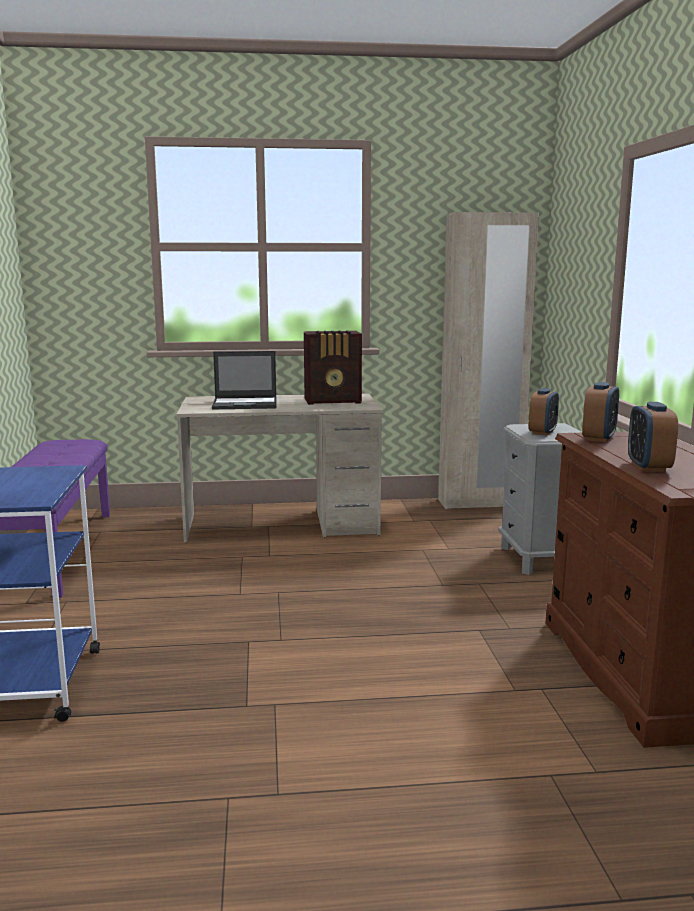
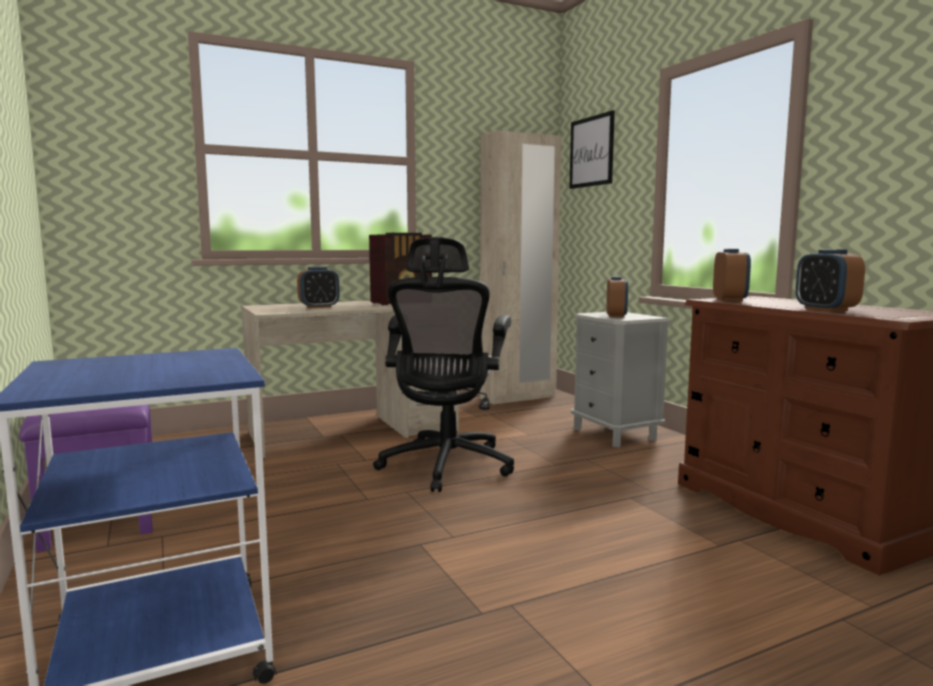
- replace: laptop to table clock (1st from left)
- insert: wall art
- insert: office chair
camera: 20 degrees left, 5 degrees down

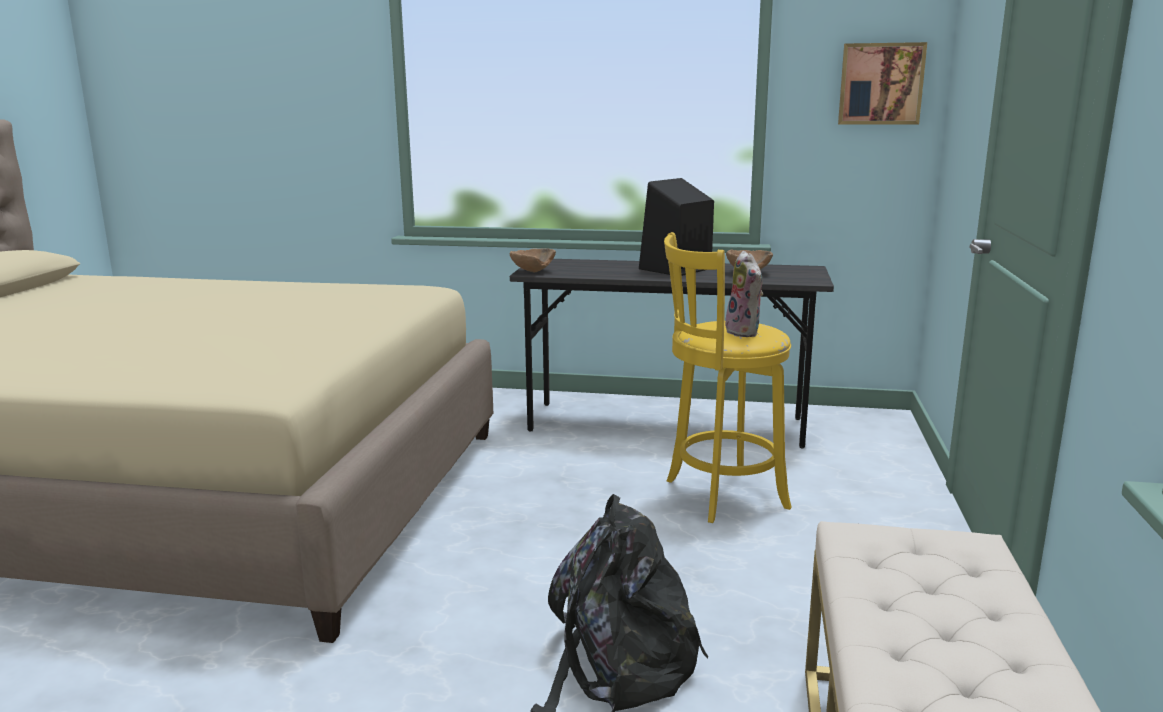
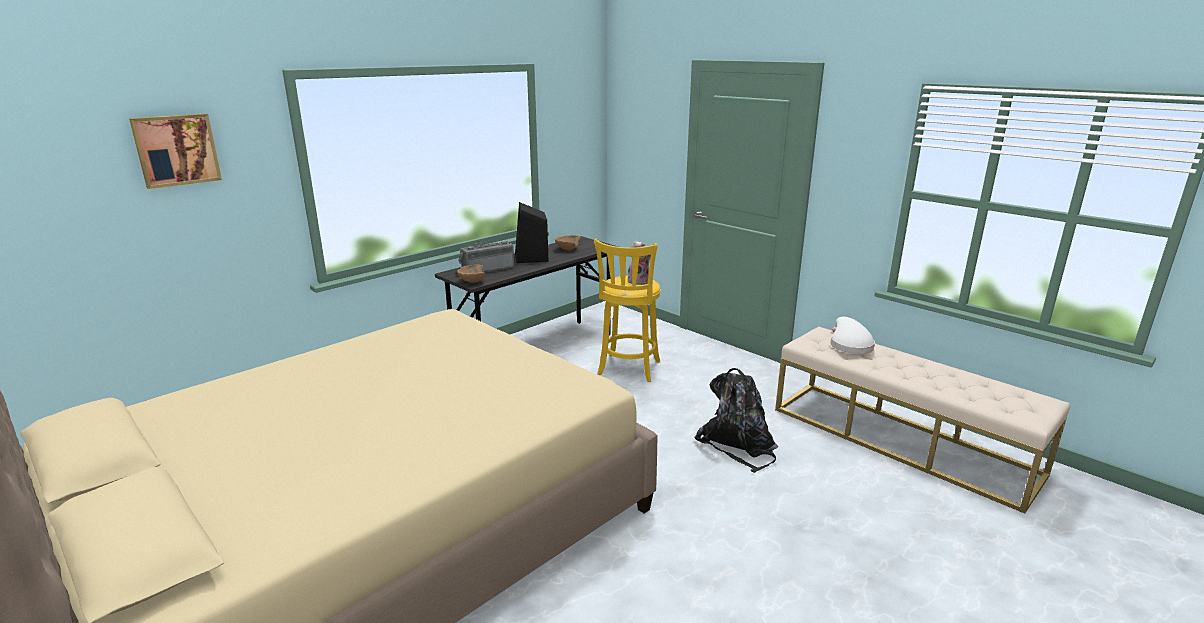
- move: wall art
- insert: radio
- insert: wearable hat (white-coloured)
camera: 55 degrees left, 5 degrees up

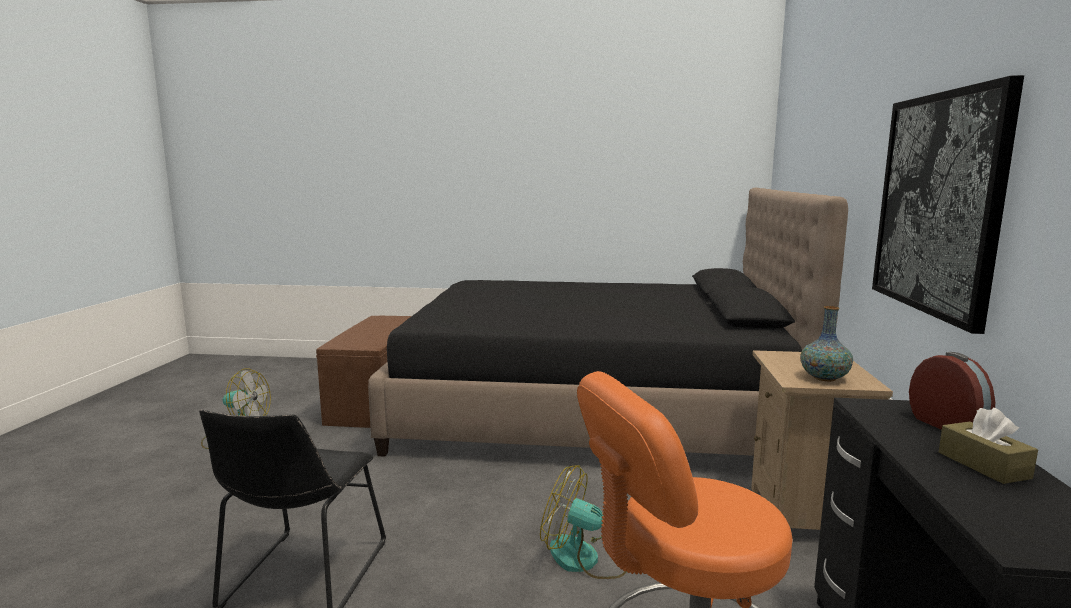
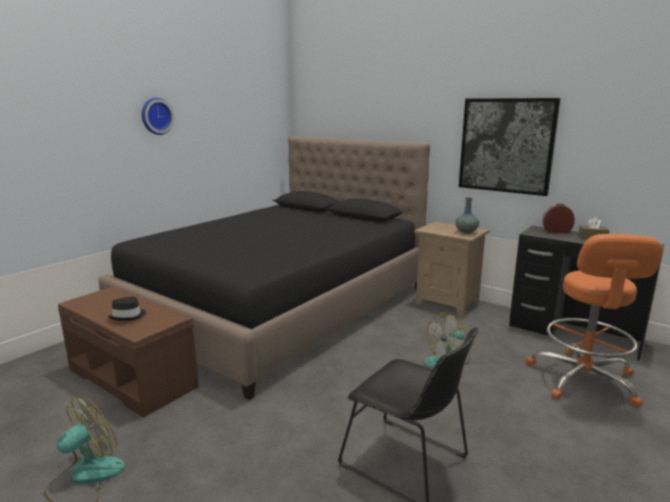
- insert: hanging clock
- insert: wearable hat (blackish)
camera: 60 degrees left, 5 degrees up

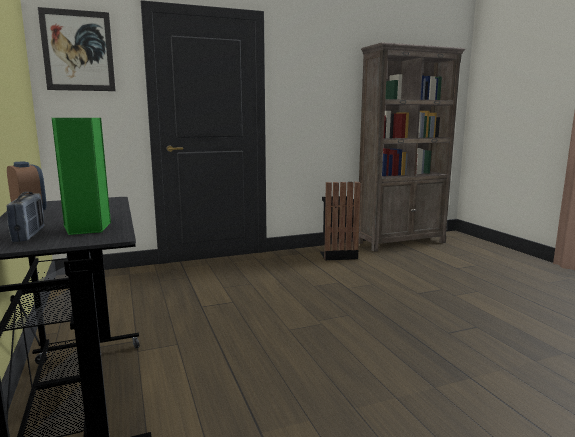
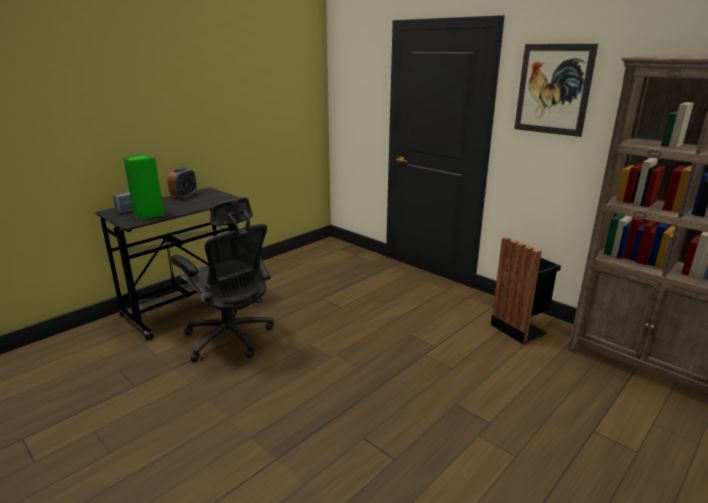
- move: wall art
- insert: office chair
camera: 65 degrees right, 10 degrees up

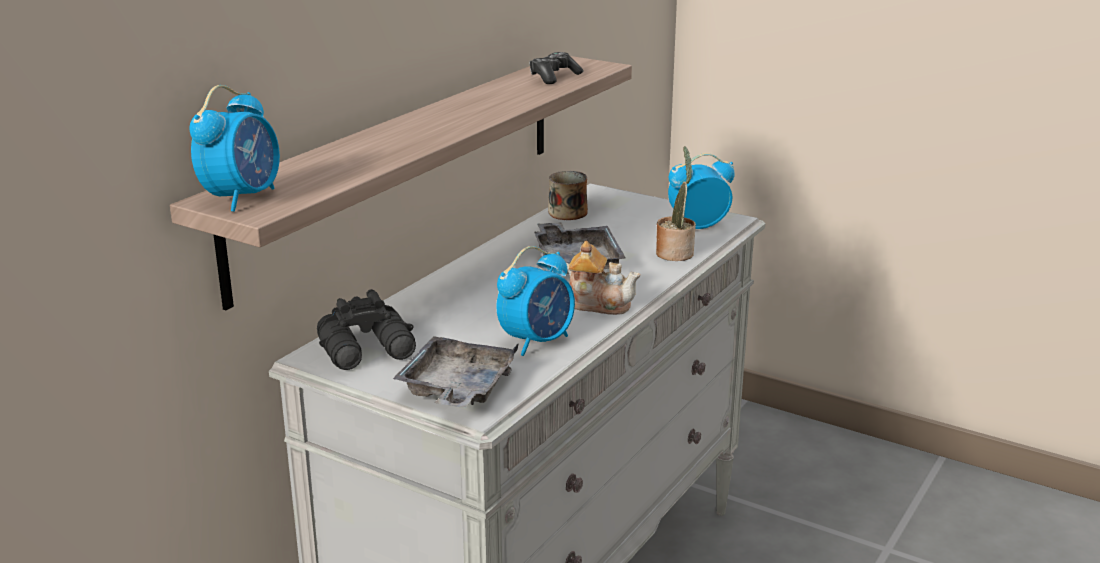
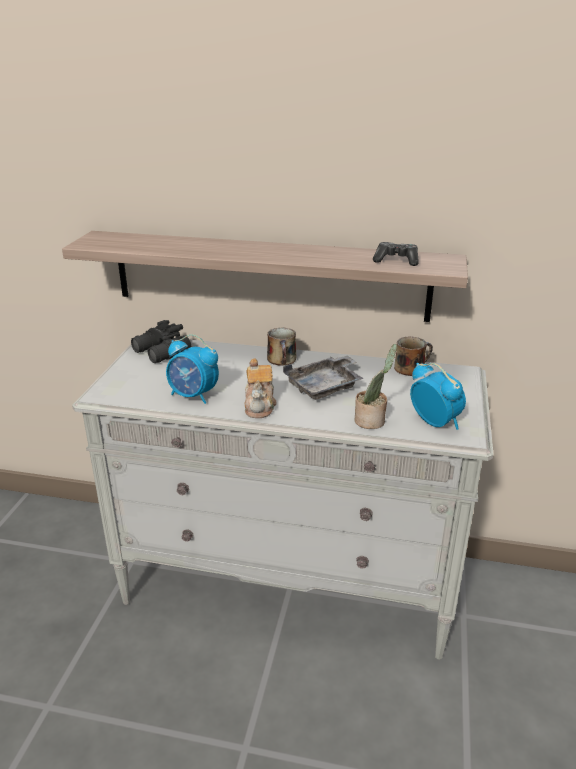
- delete: table clock (1st from left)
- delete: carrying tray (grey) (1st from left)
- insert: tea mug (1st from left)
camera: 70 degrees right, 5 degrees up

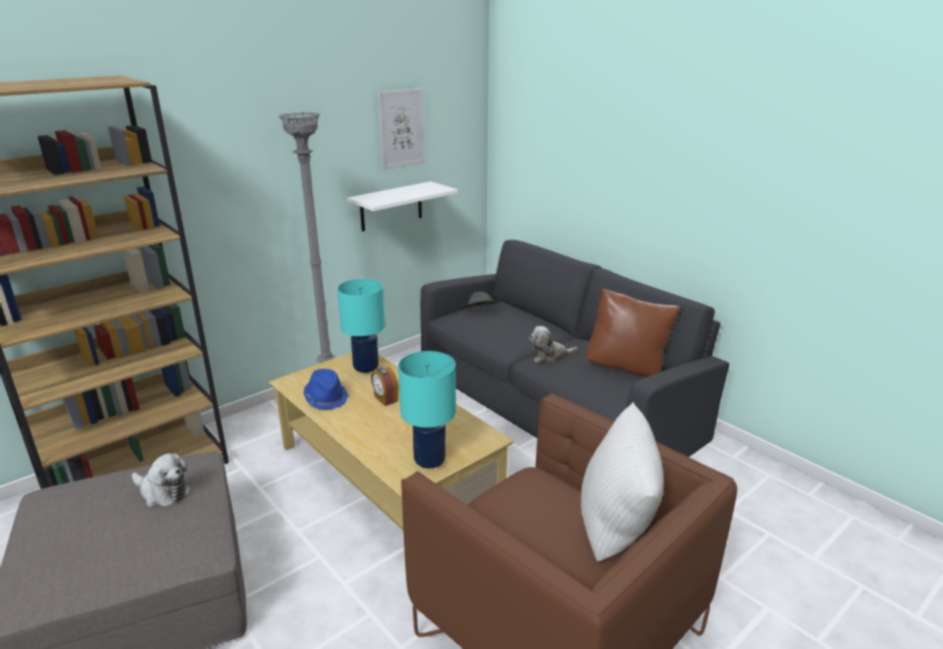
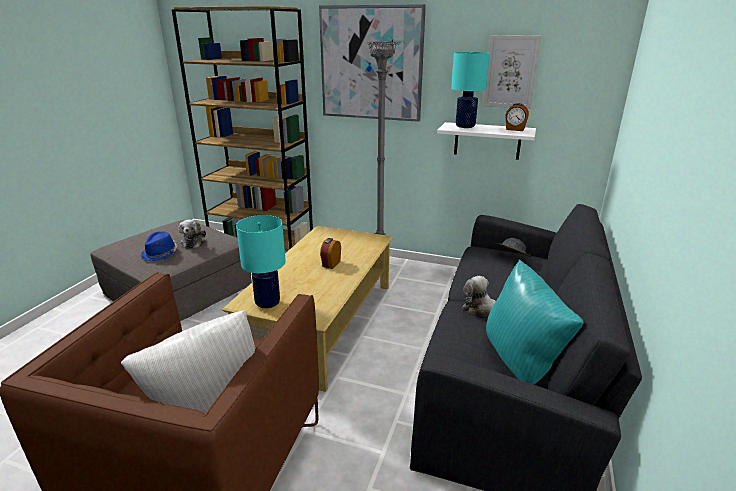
- move: table lamp (blue-green) (1st from left in the first image) to table lamp (blue-green) (2nd from left)
- recolor: throw pillow (brownish) to throw pillow (blue-green)
- move: wearable hat (blue)
- insert: wall art (1st from left)
- insert: table clock (2nd from left)
camera: 60 degrees right, 0 degrees up

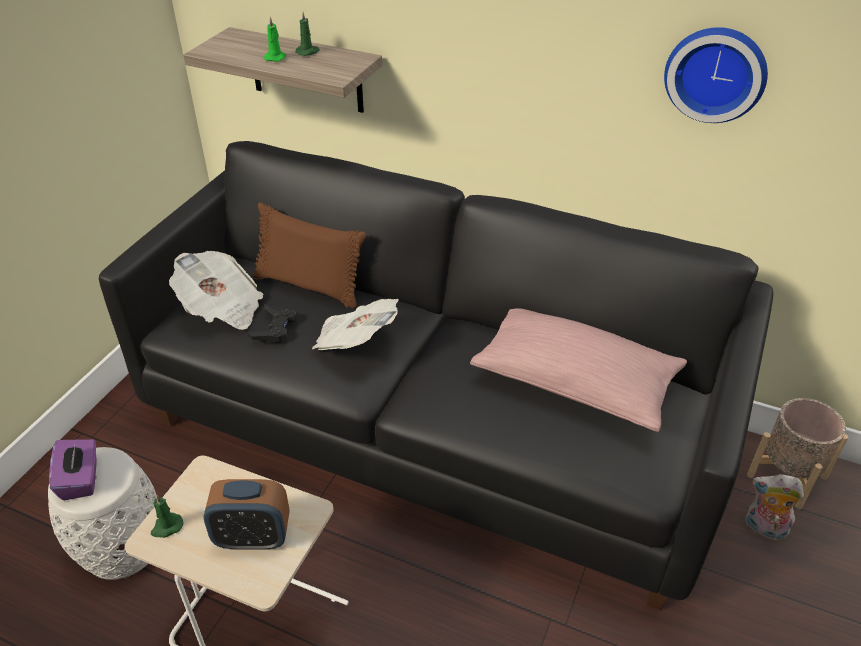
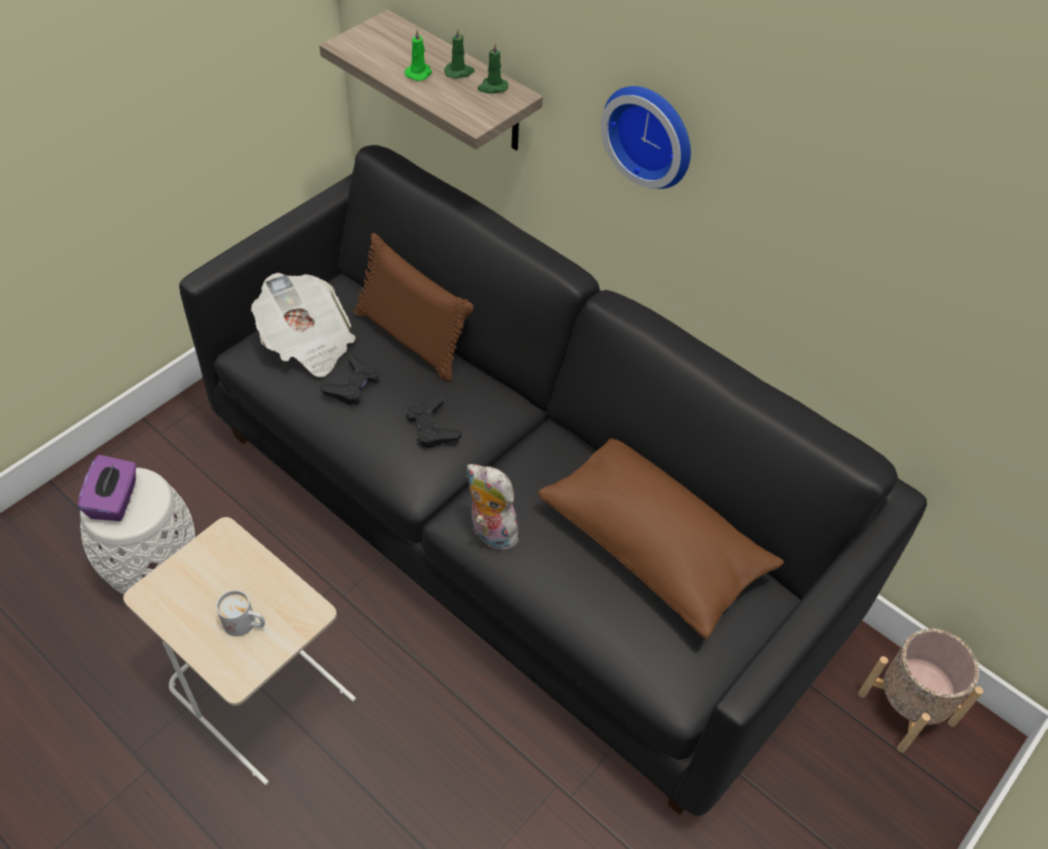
- move: hanging clock
- replace: newspaper (2nd from left) to joypad (blackish) (2nd from left)
- recolor: throw pillow (pink) to throw pillow (brownish) (2nd from left)
- move: soft toy
- replace: table clock to tea mug (white-coloured)
- move: candle (green) (1st from left in the first image) to candle (green) (3rd from left)
camera: 15 degrees right, 10 degrees up

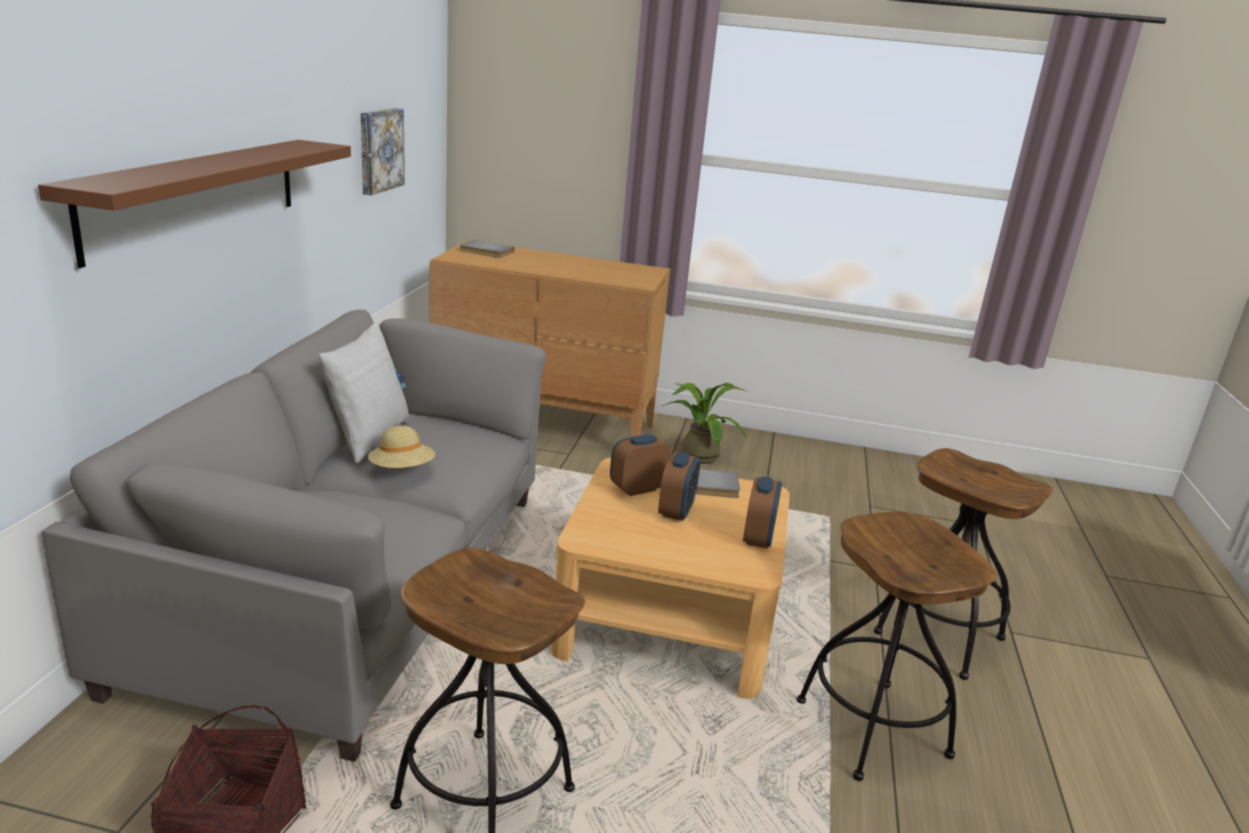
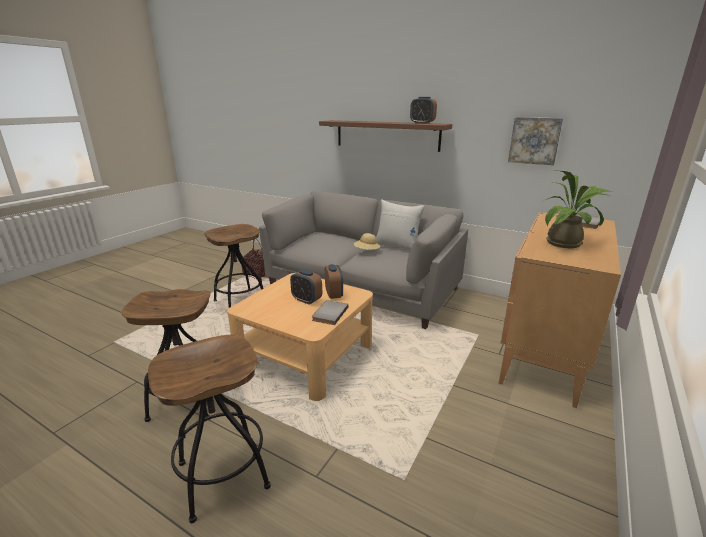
- move: plant in a pot
- move: table clock (3rd from left)
camera: 110 degrees right, 0 degrees up

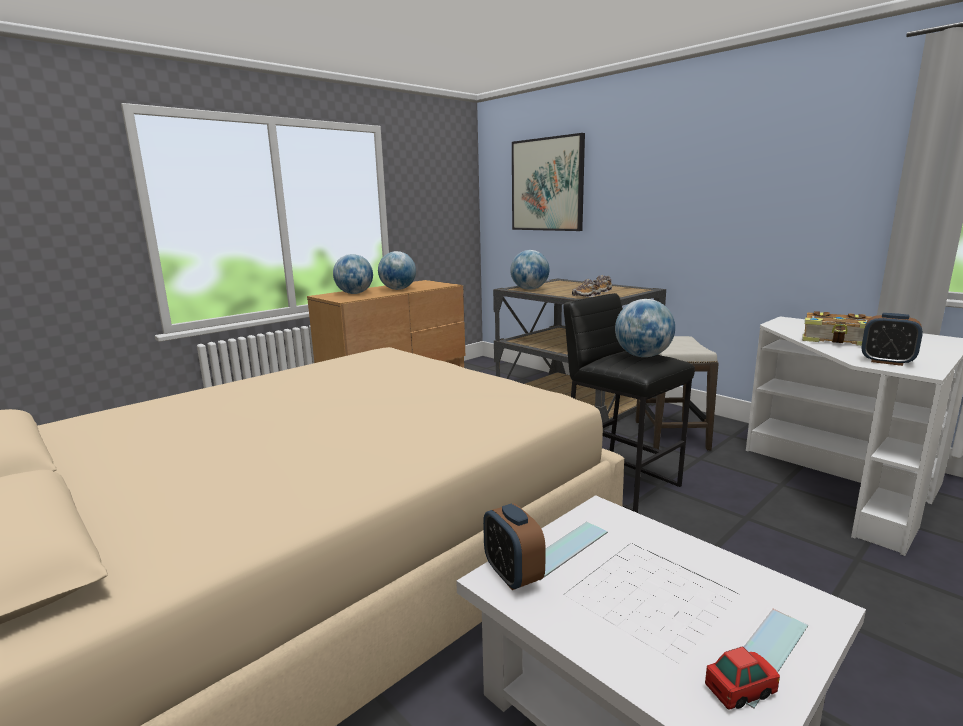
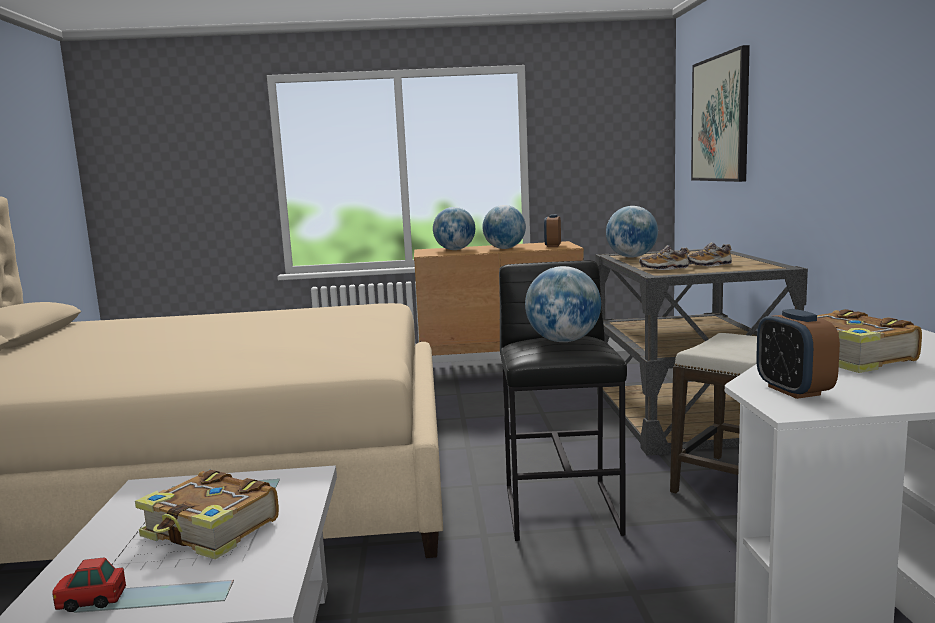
- move: table clock (1st from left)
- rotate: miniature car 150 degrees clockwise
- insert: volume (1st from left)
camera: 40 degrees right, 5 degrees down

